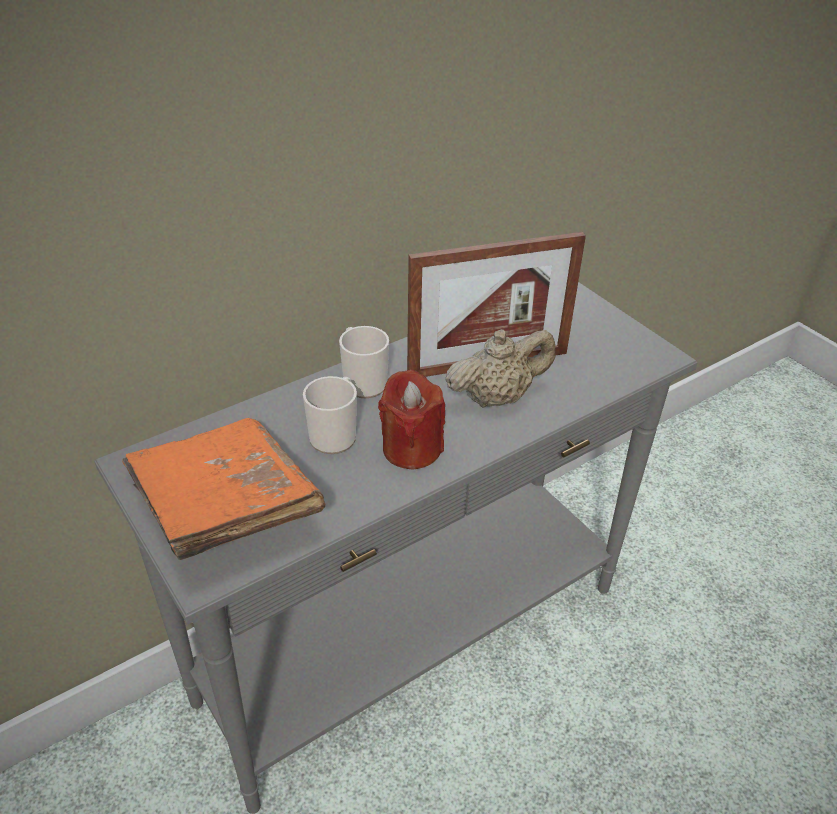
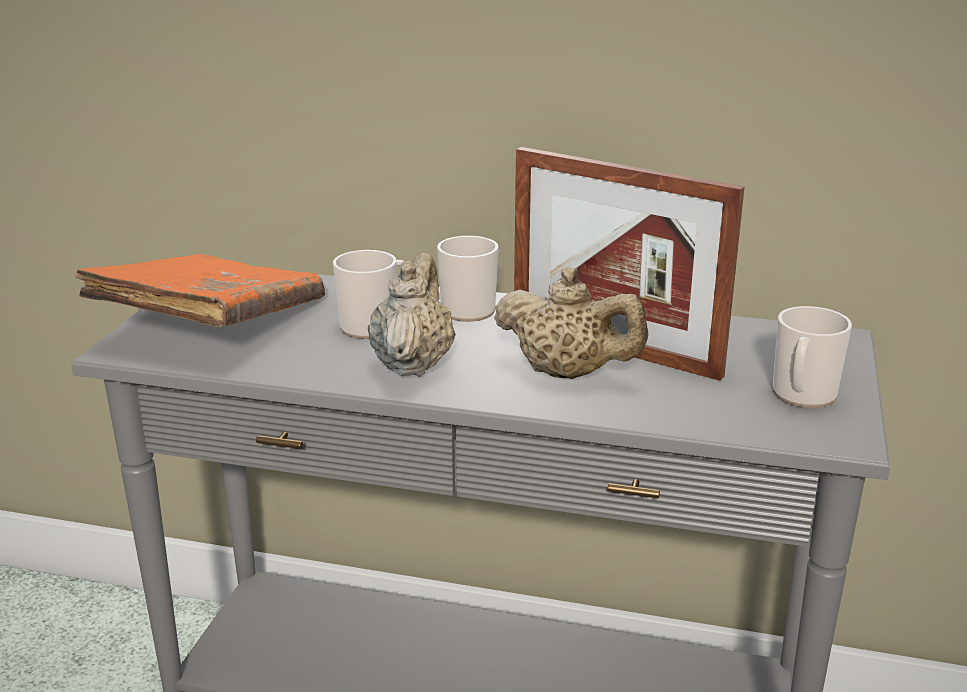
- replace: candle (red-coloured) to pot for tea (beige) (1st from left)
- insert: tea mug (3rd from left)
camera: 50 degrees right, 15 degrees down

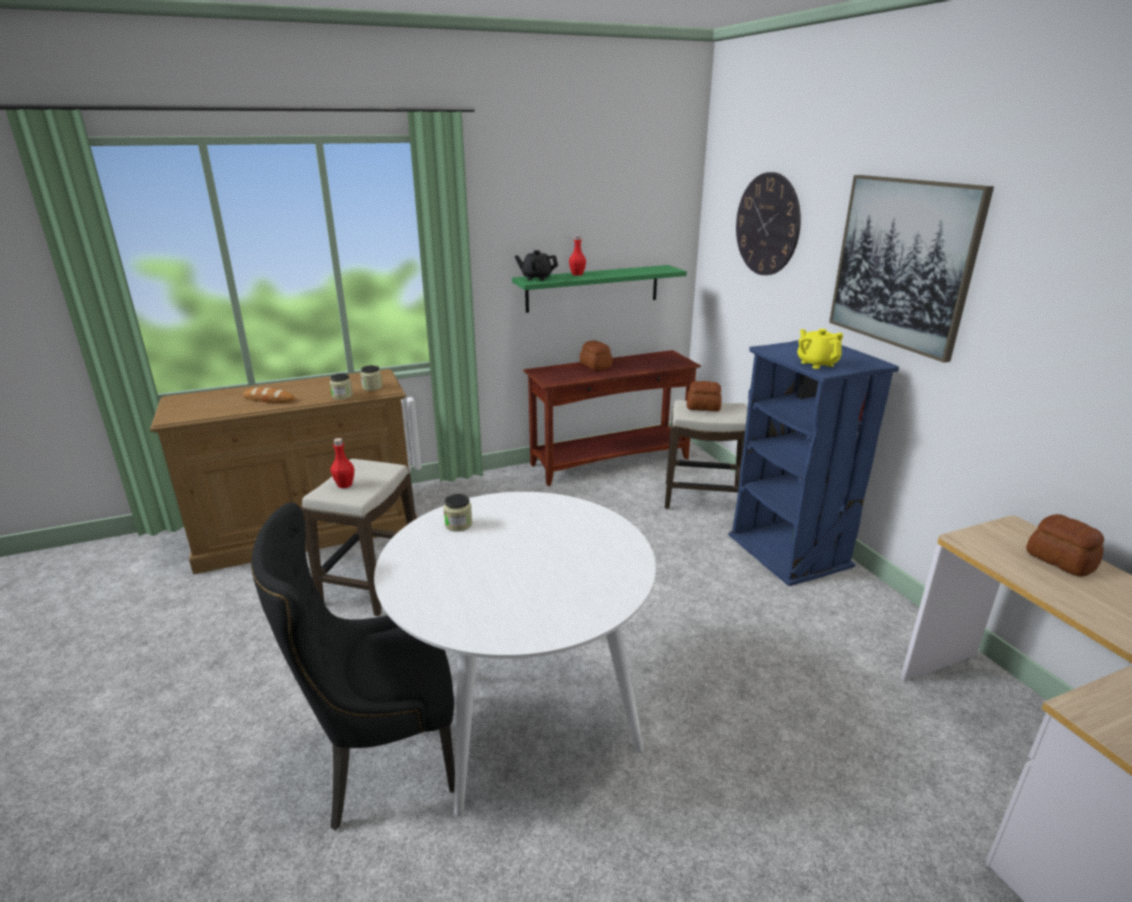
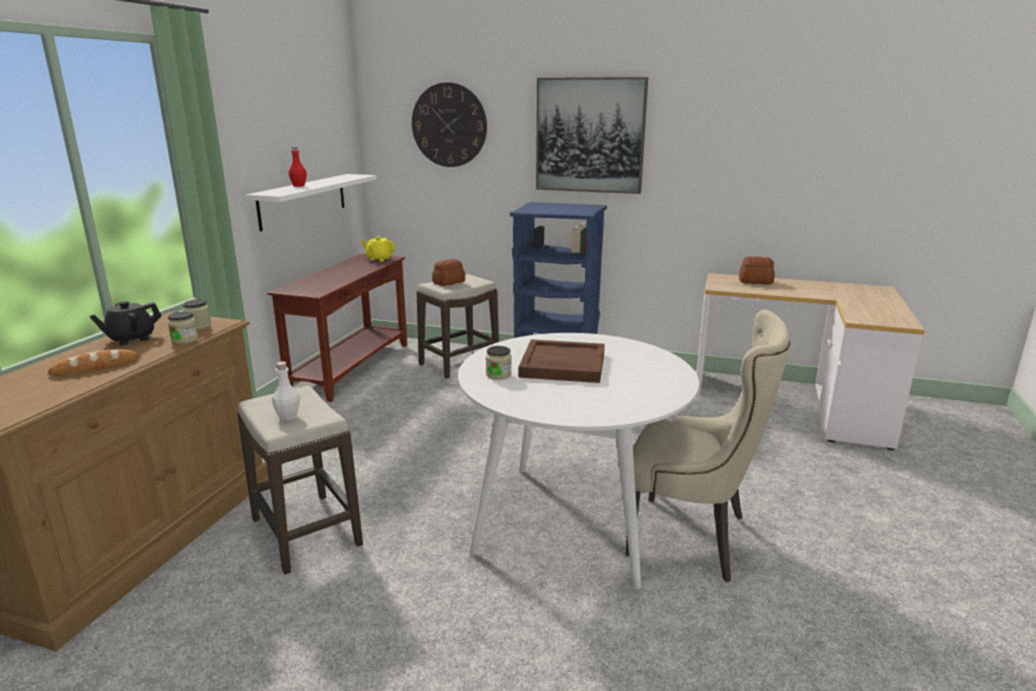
- move: pot for tea (blackish)
- recolor: shelf (green) to shelf (white-coloured)
- move: pot for tea (yellow-coloured)
- delete: bakery bread (2nd from left)
- recolor: bottle (red-coloured) (1st from left) to bottle (white-coloured)
- delete: plain chair (blackish)
- insert: plain chair (beige)
- insert: carrying tray (brownish)
camera: 50 degrees left, 5 degrees down

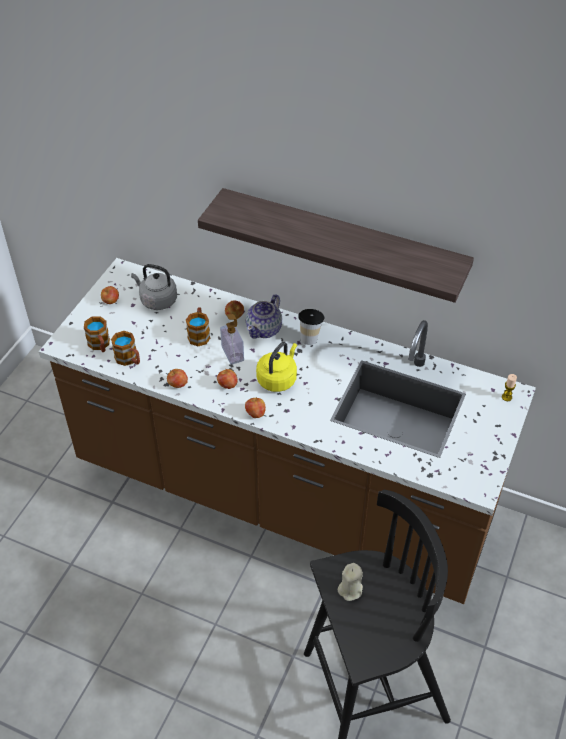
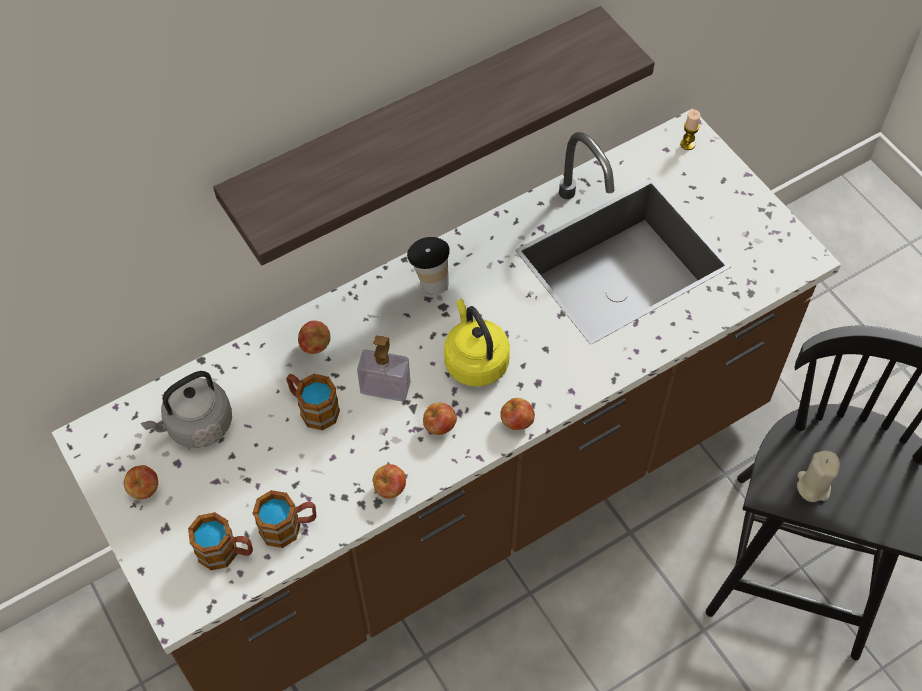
- delete: pot for tea
camera: 55 degrees left, 10 degrees up

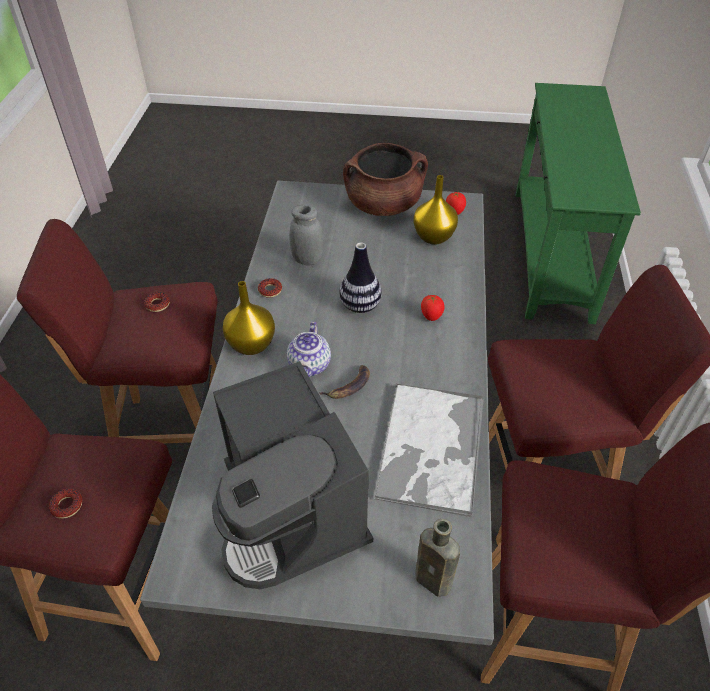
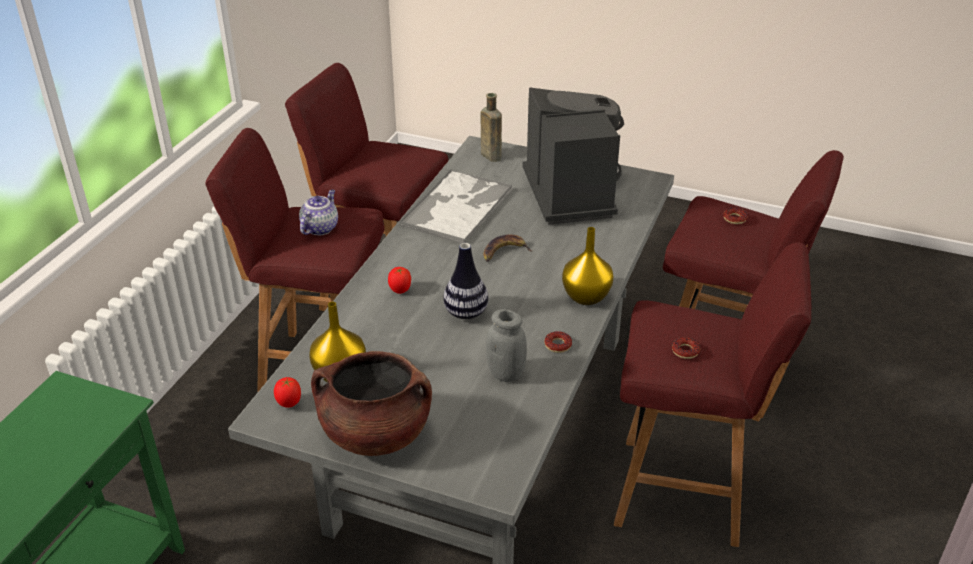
- move: pot for tea
camera: 165 degrees left, 10 degrees down

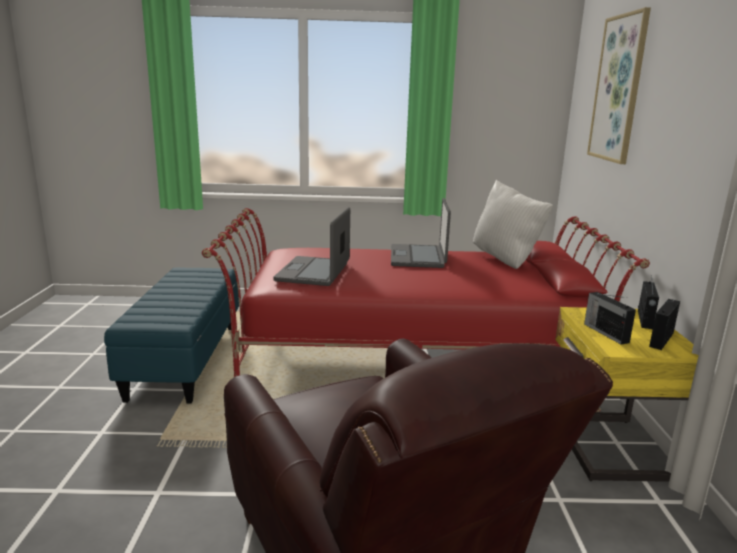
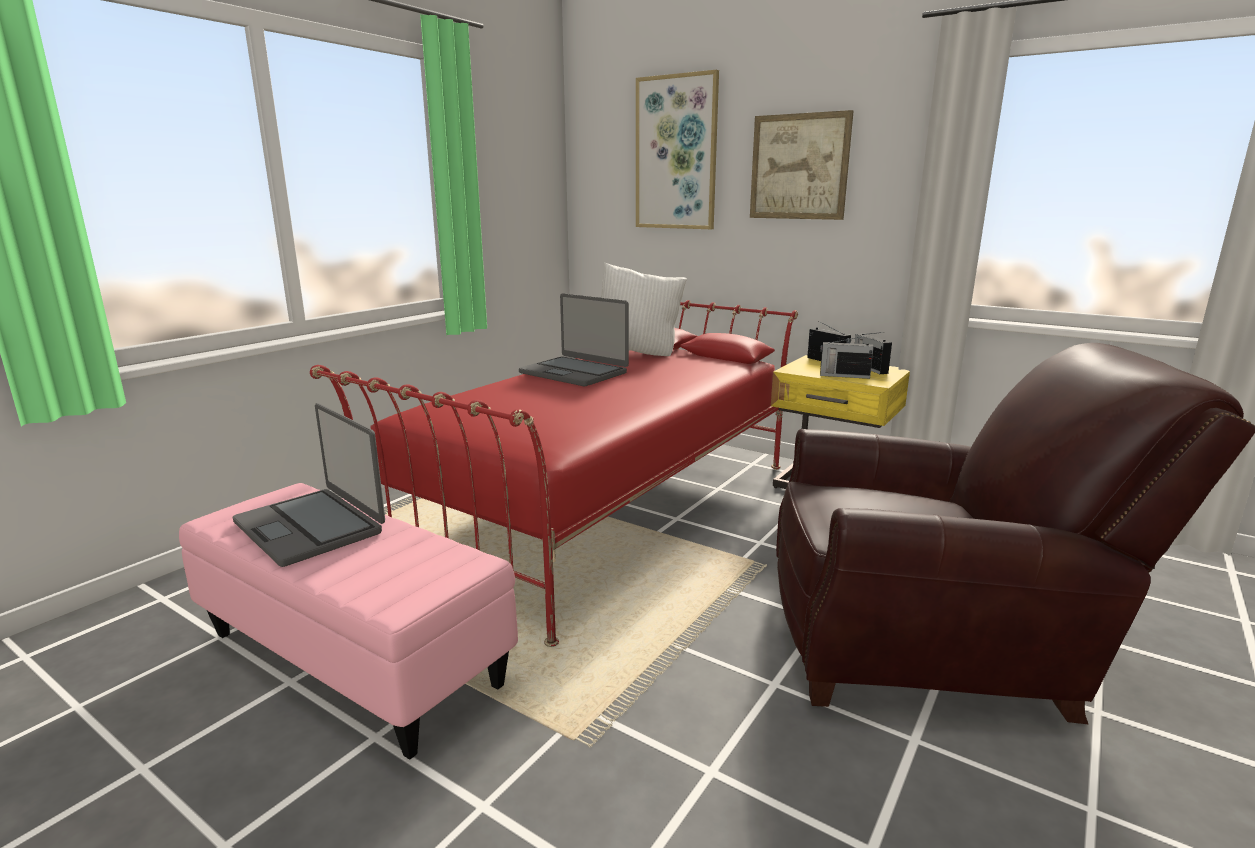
- move: laptop (1st from left)
- recolor: pouffe (blue) to pouffe (pink)
- insert: wall art (2nd from left)
camera: 55 degrees left, 0 degrees up

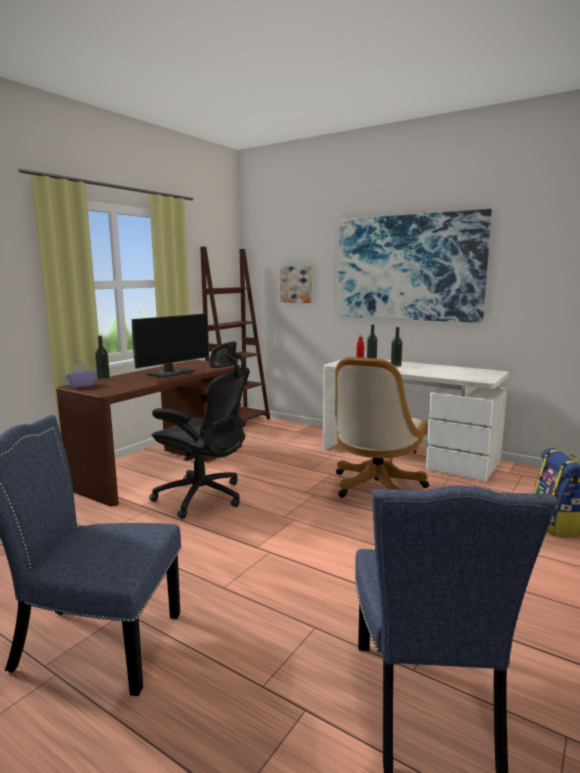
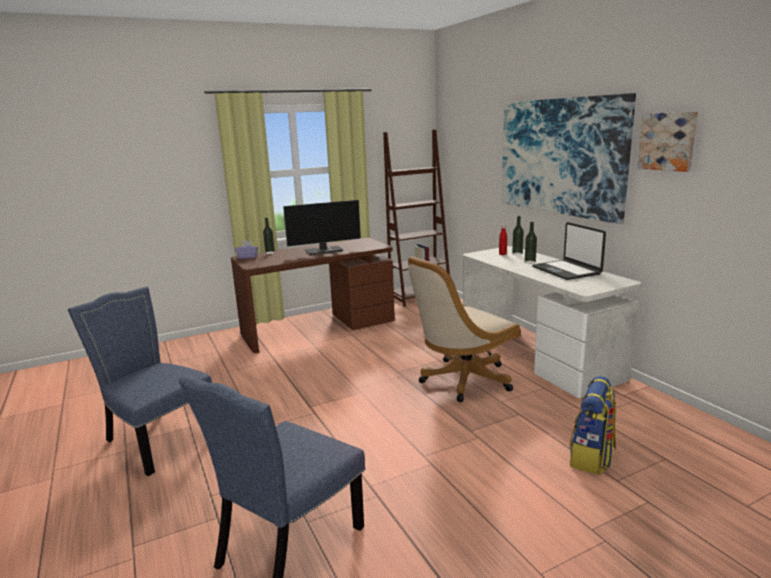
- move: wall art (1st from left in the first image) to wall art (2nd from left)
- delete: office chair (1st from left)
- insert: laptop
camera: 30 degrees right, 5 degrees up

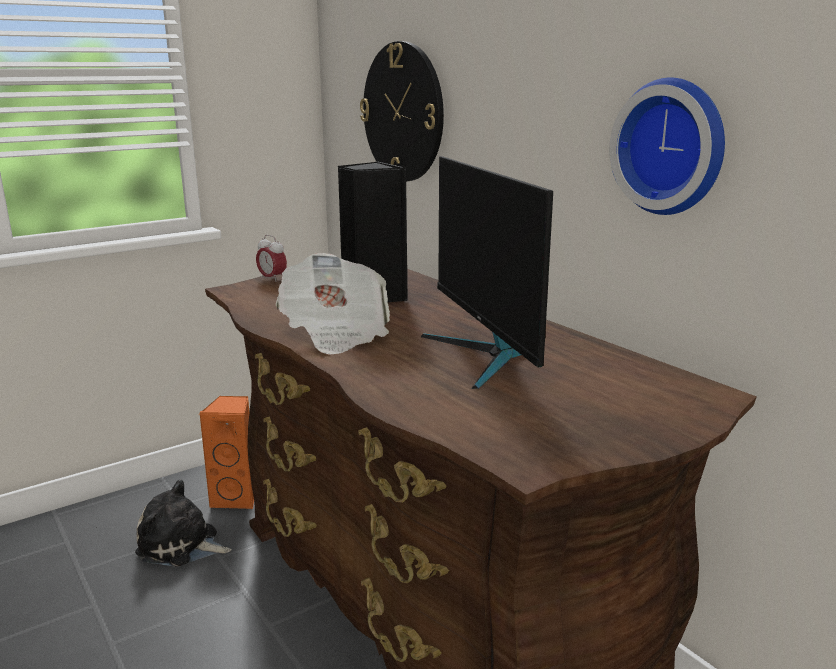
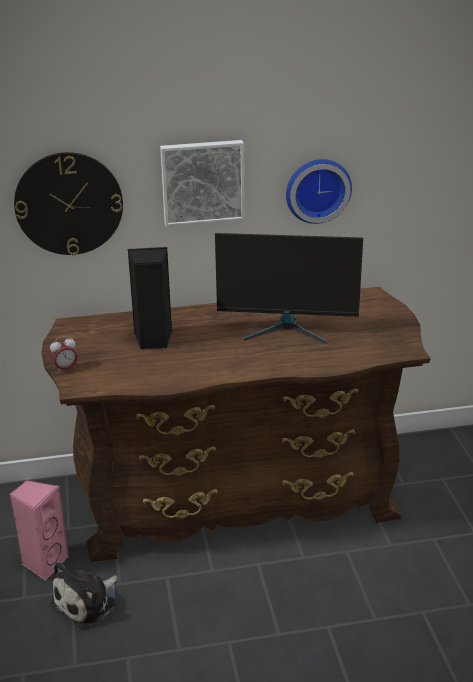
- delete: newspaper
- recolor: audio speaker (orange) to audio speaker (pink)
- insert: wall art
camera: 65 degrees left, 10 degrees up

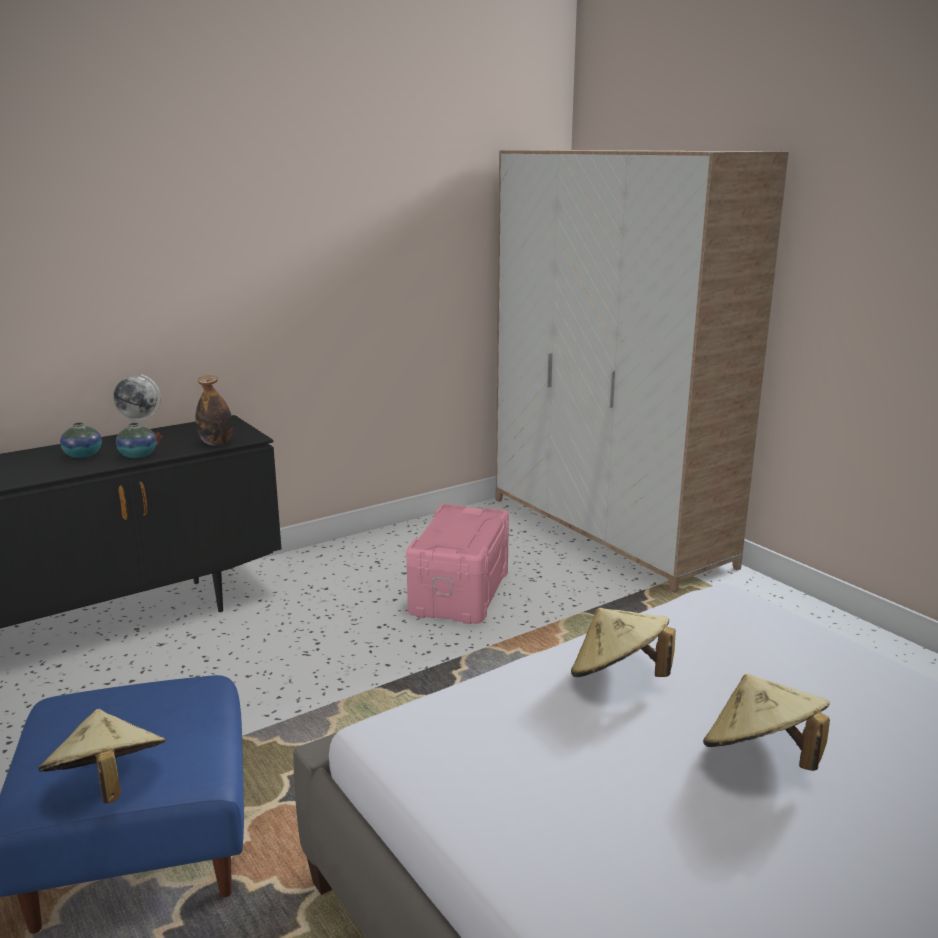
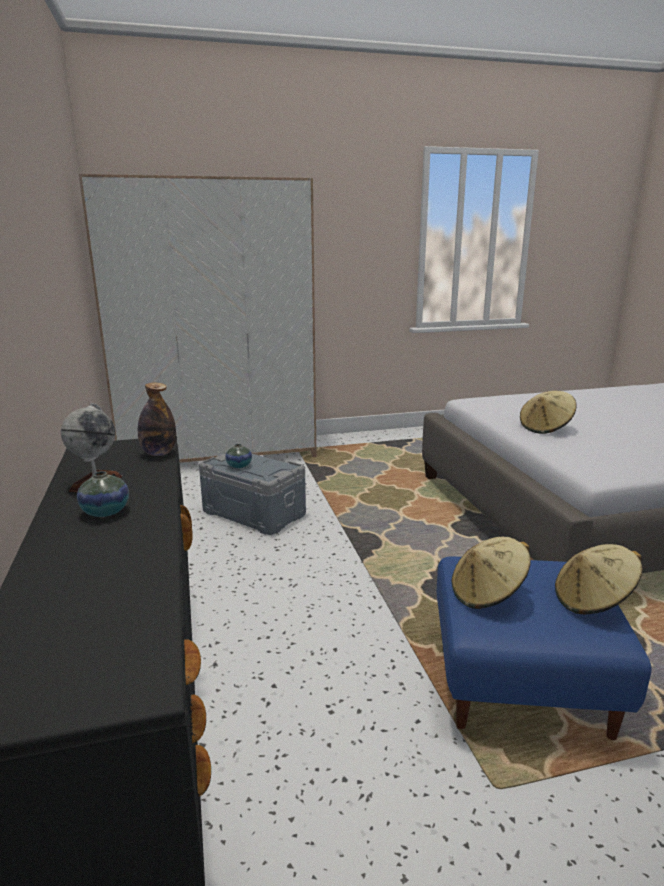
- move: decorative vase (2nd from left)
- recolor: storage bin (pink) to storage bin (grey)
- move: wearable hat (beige) (3rd from left in the first image) to wearable hat (beige) (1st from left)
camera: 70 degrees left, 0 degrees up

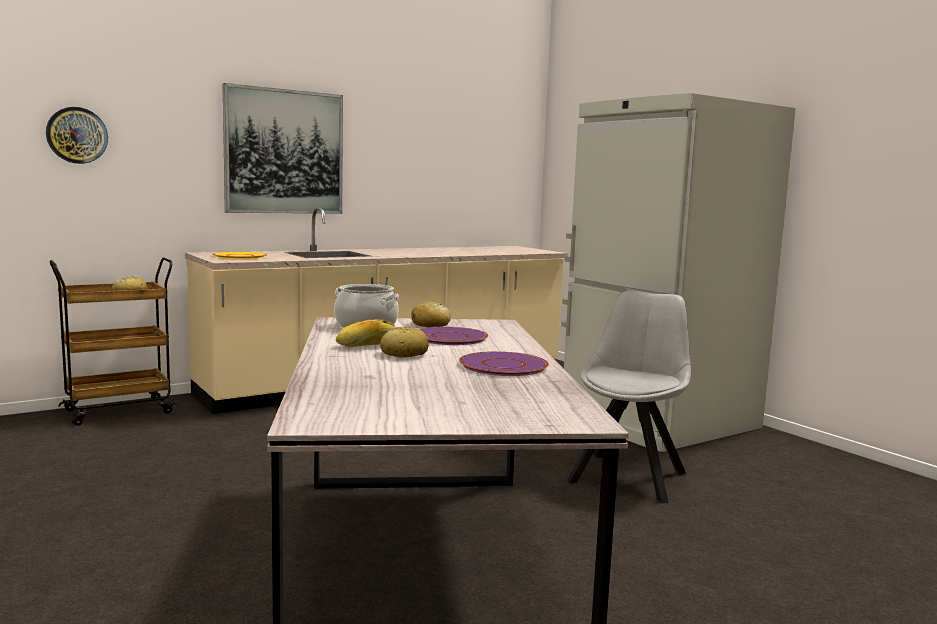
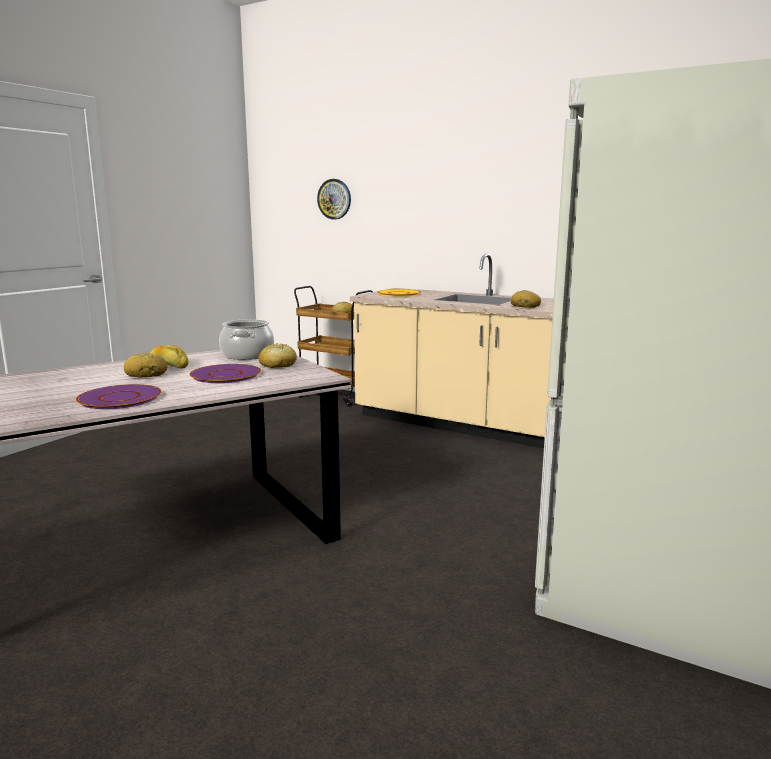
- delete: wall art
- delete: plain chair (grey)
- insert: bakery bread (5th from left)
camera: 65 degrees right, 5 degrees up

